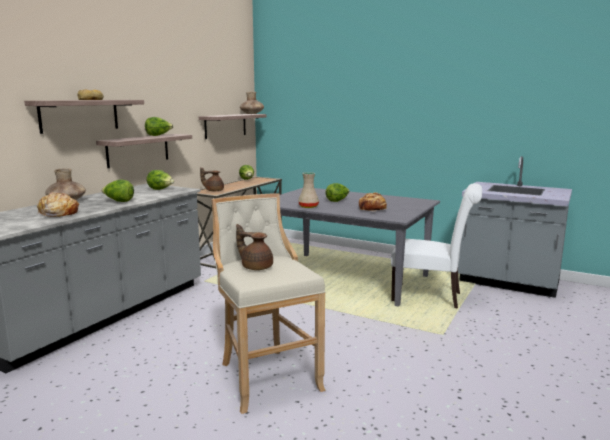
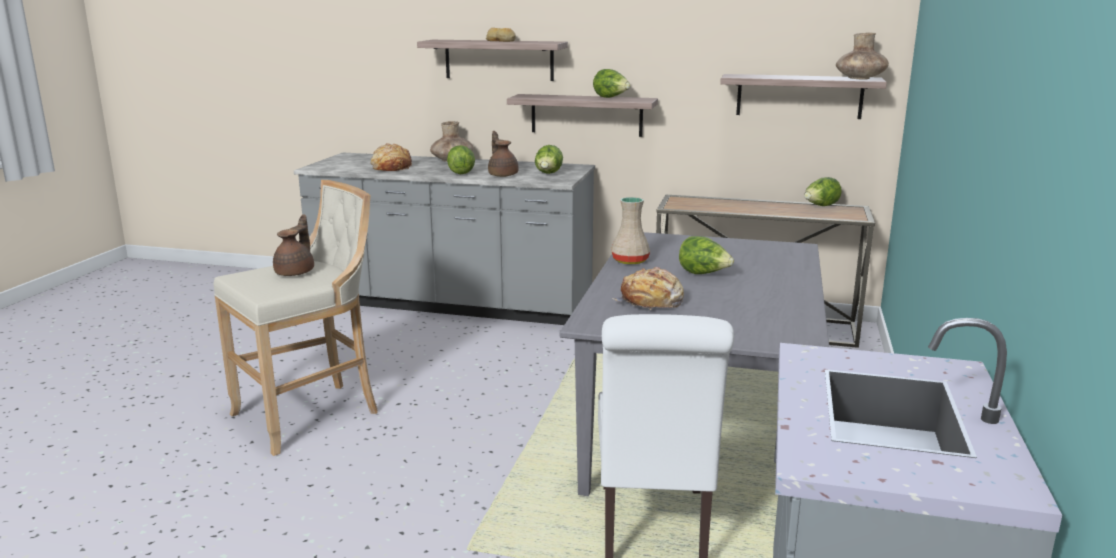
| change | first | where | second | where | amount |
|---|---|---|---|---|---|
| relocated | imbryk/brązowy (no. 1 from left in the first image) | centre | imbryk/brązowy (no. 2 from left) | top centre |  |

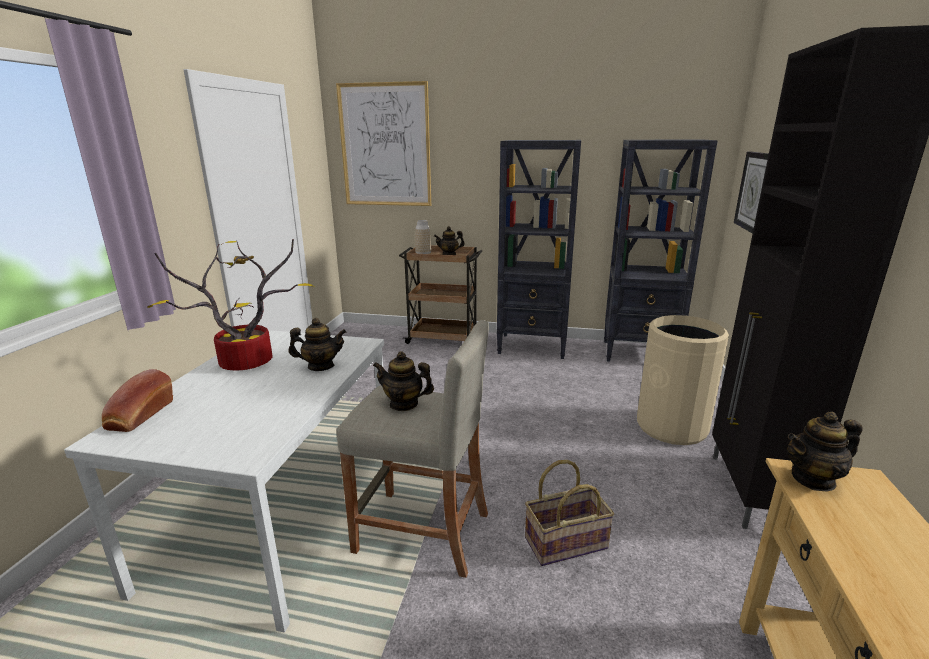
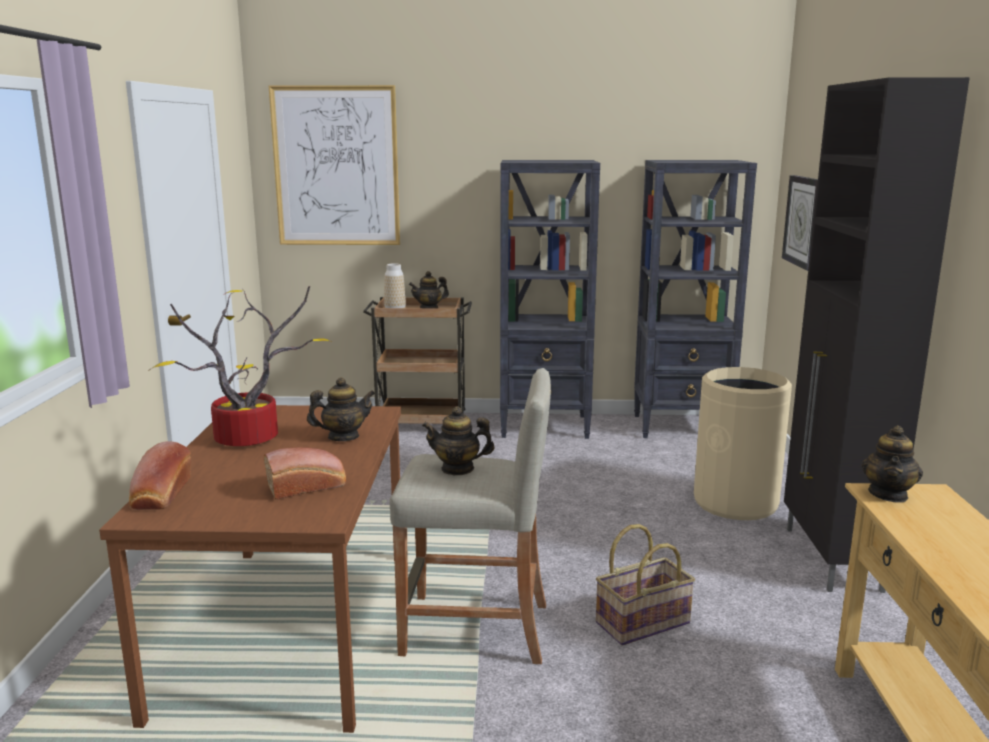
| change | first | where | second | where | amount |
|---|---|---|---|---|---|
| colour | stół jadalny/biały | bottom left | stół jadalny/brązowy | bottom left |  |
| spun | imbryk (no. 4 from left) | bottom right |  | middle right | 45 degrees counterclockwise |
| appeared |  |  | chleb (no. 2 from left) | middle left |  |

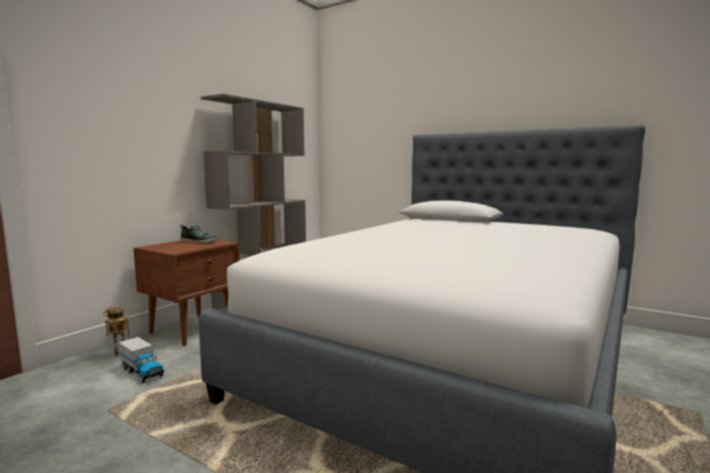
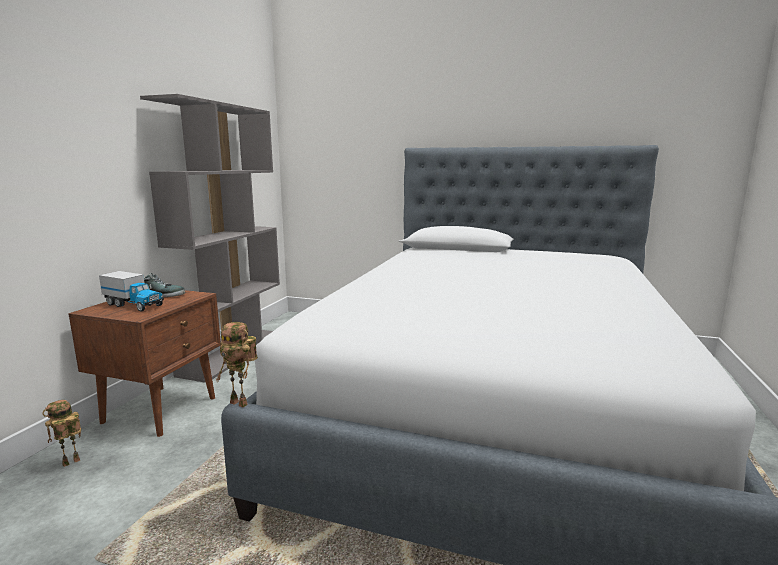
| change | first | where | second | where | amount |
|---|---|---|---|---|---|
| relocated | ciężarówka zabawkowa | bottom left |  | middle left |  |
| appeared |  |  | robot zabawkowy (no. 2 from left) | middle left |  |

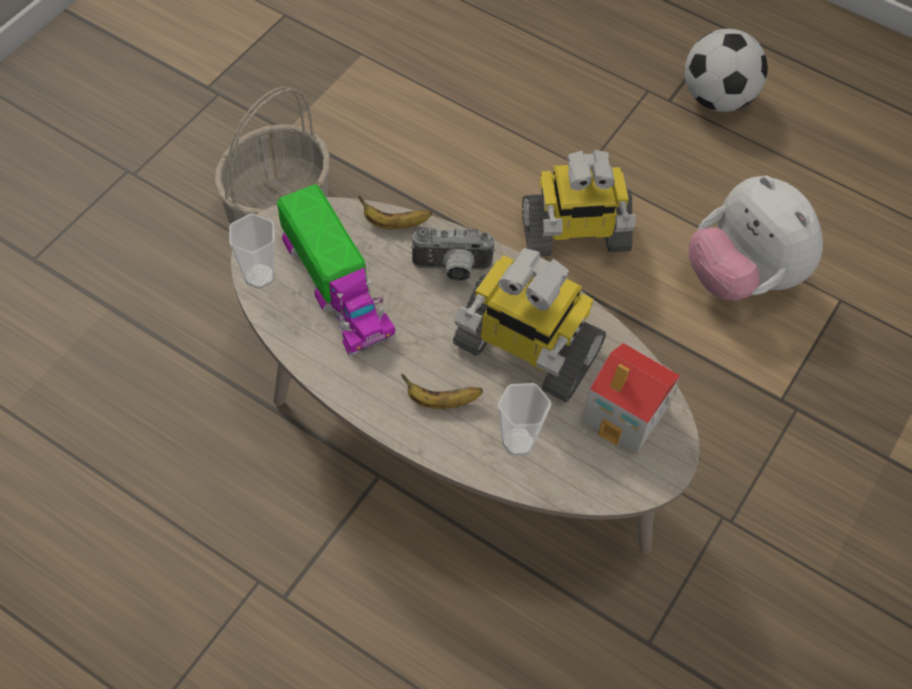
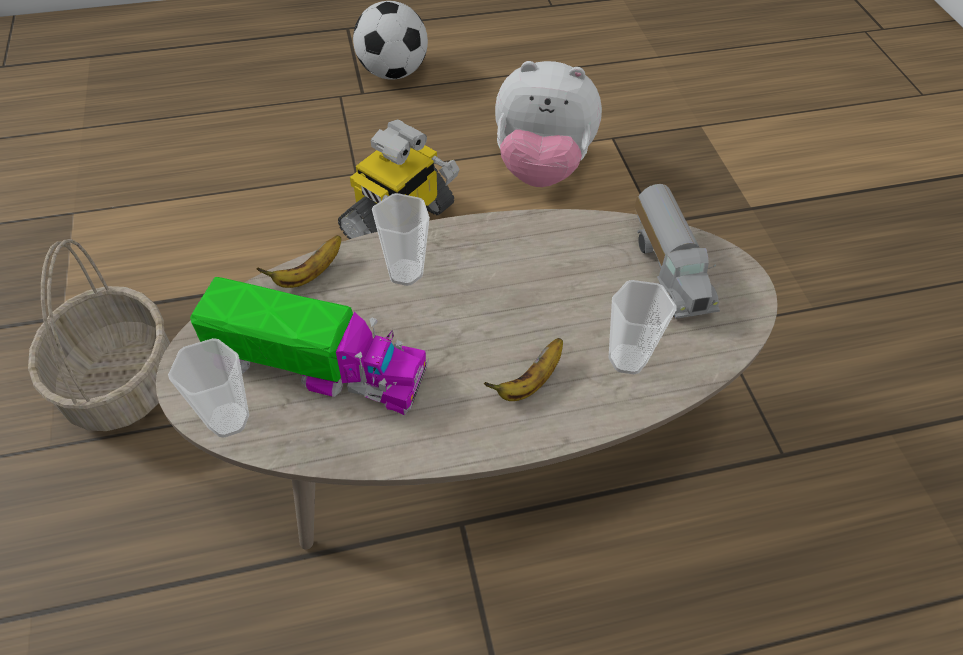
| change | first | where | second | where | amount |
|---|---|---|---|---|---|
| exchanged | aparat fotograficzny | centre | filiżanka (no. 2 from left) | centre |  |
| missing | robot zabawkowy (no. 1 from left) | centre |  |  |  |
| exchanged | domek | middle right | ciężarówka zabawkowa (no. 2 from left) | middle right |  |

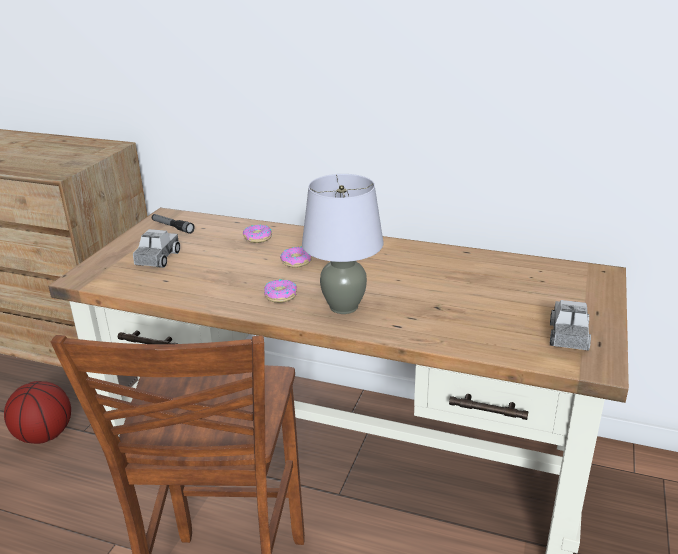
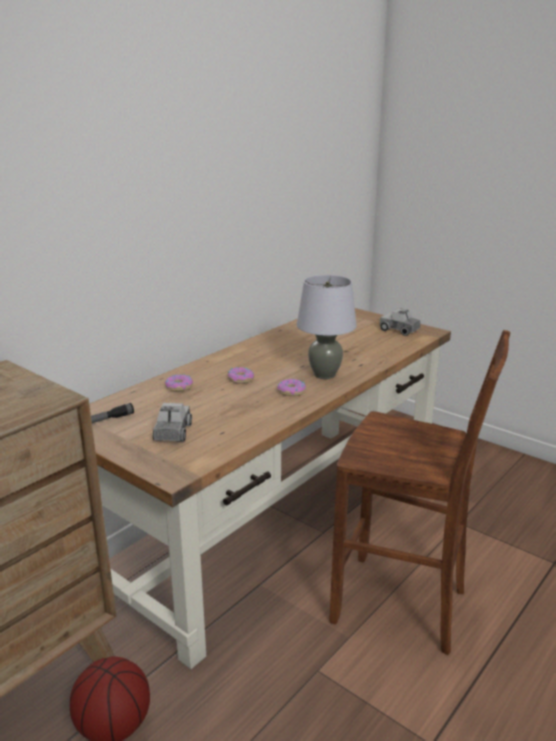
| change | first | where | second | where | amount |
|---|---|---|---|---|---|
| spun | ciężarówka zabawkowa (no. 1 from left) | middle left |  | middle left | 60 degrees clockwise |

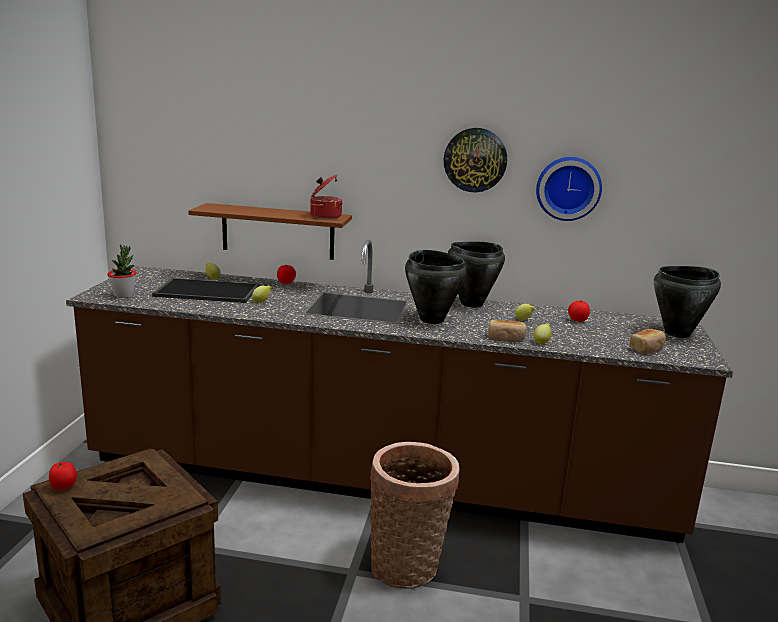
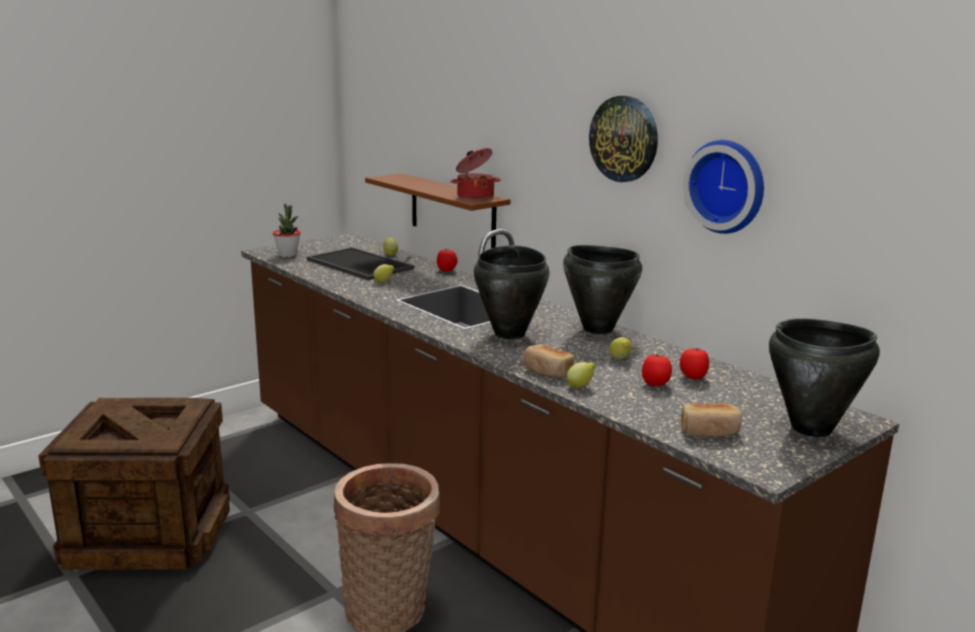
| change | first | where | second | where | amount |
|---|---|---|---|---|---|
| relocated | pomidor (no. 1 from left in the first image) | bottom left | pomidor (no. 2 from left) | middle right |  |

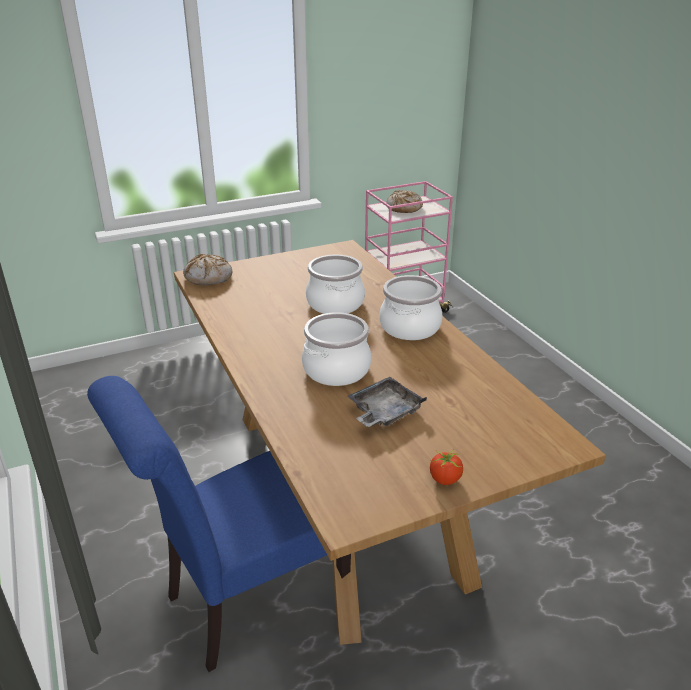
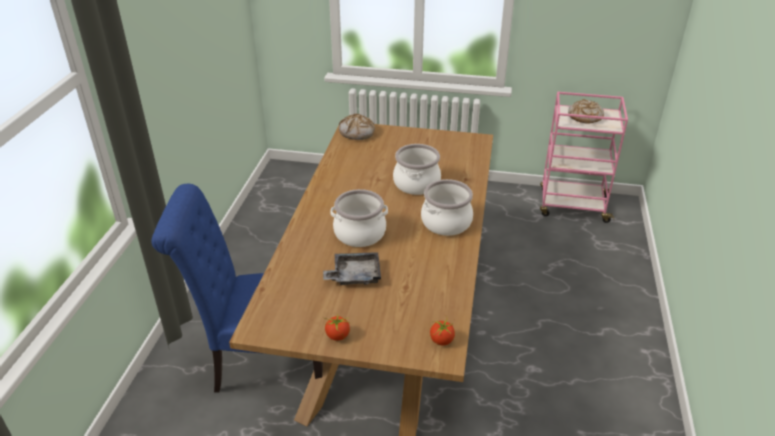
| change | first | where | second | where | amount |
|---|---|---|---|---|---|
| appeared |  |  | pomidor (no. 2 from left) | bottom centre |  |

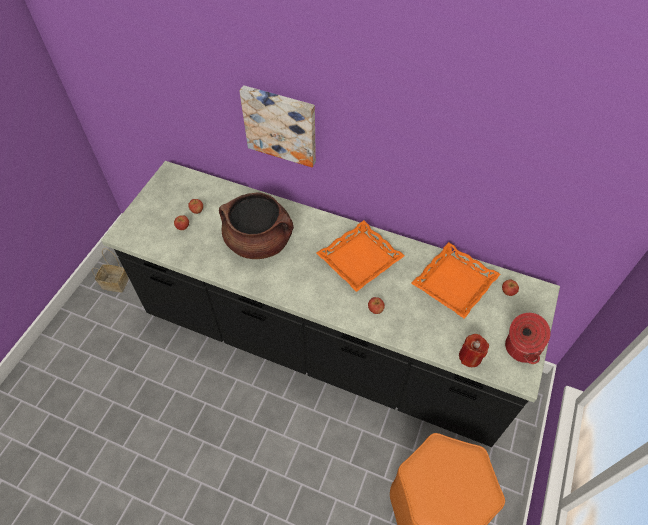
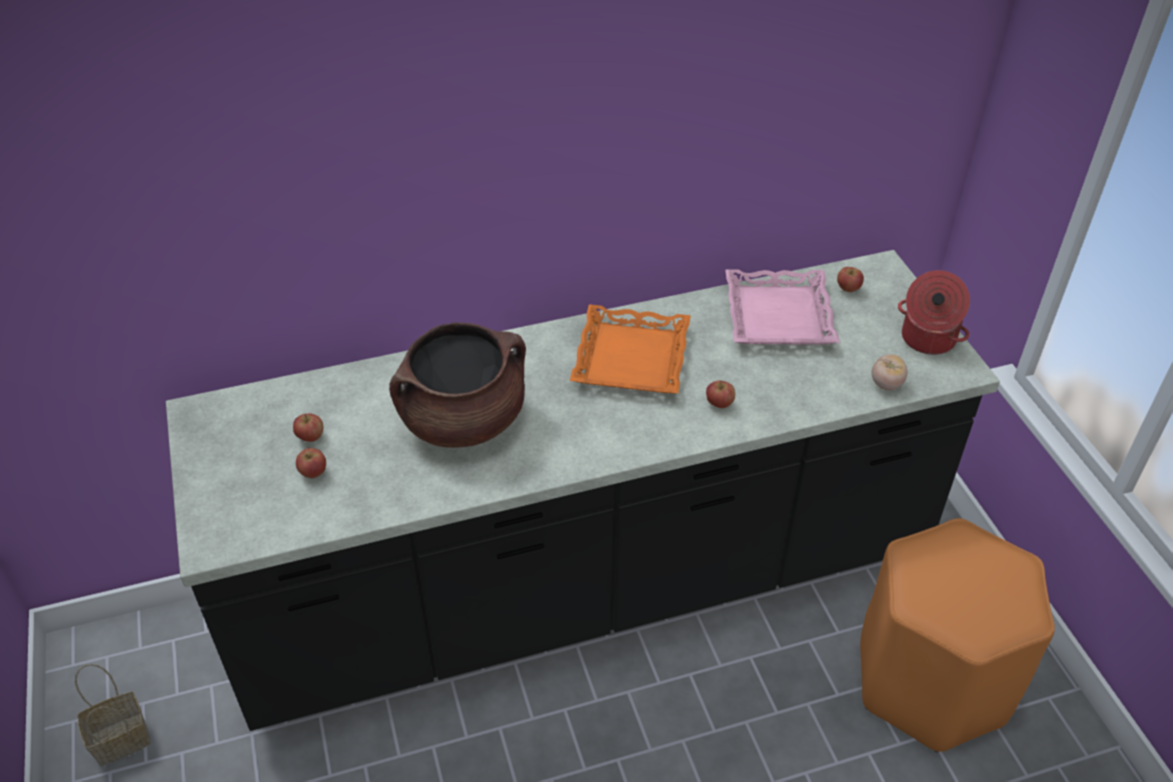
| change | first | where | second | where | amount |
|---|---|---|---|---|---|
| missing | obraz | top centre |  |  |  |
| colour | taca/pomarańczowy (no. 2 from left) | middle right | taca/różowy | middle right |  |
| exchanged | świeca/czerwony | bottom right | pomidor | middle right |  |

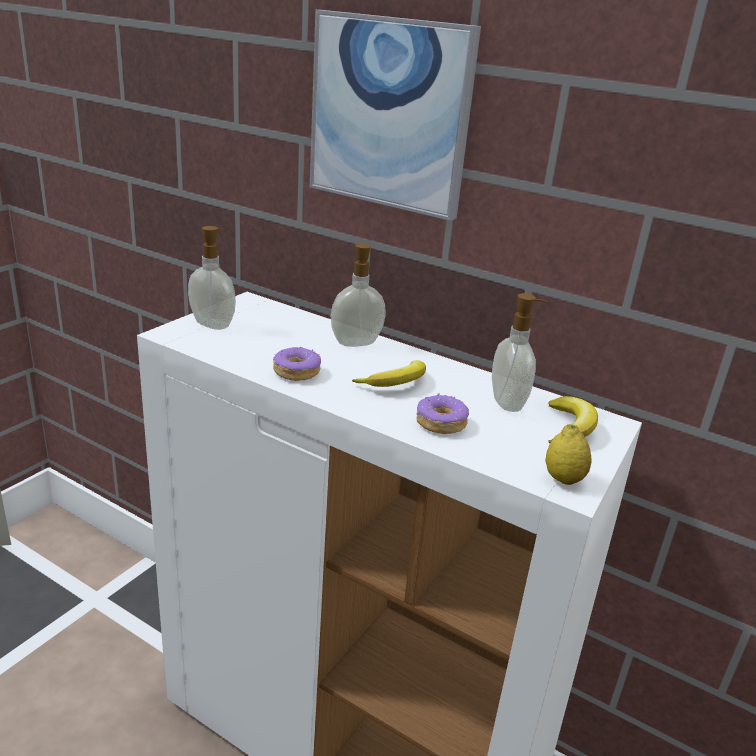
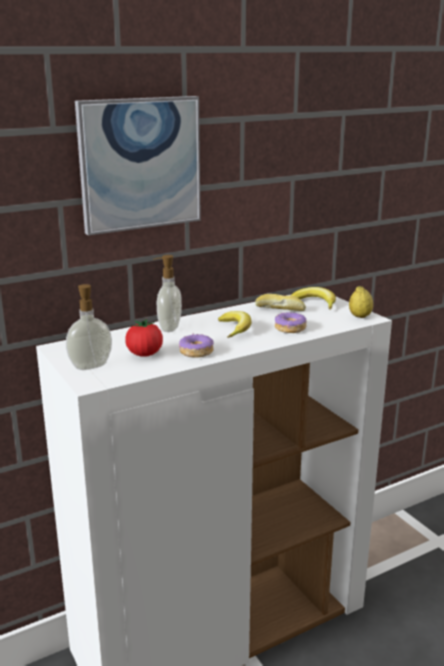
| change | first | where | second | where | amount |
|---|---|---|---|---|---|
| exchanged | dozownik mydła (no. 3 from left) | middle right | chleb | centre |  |
| appeared |  |  | pomidor | middle left |  |

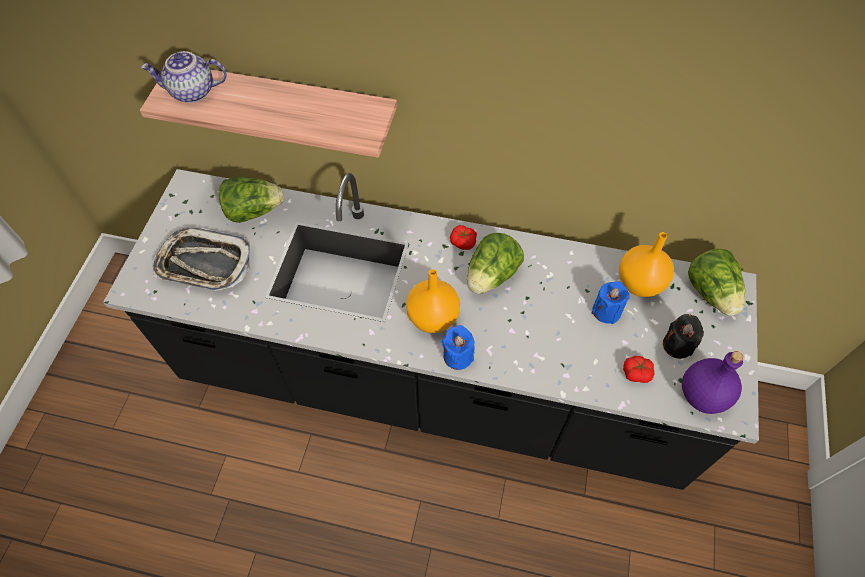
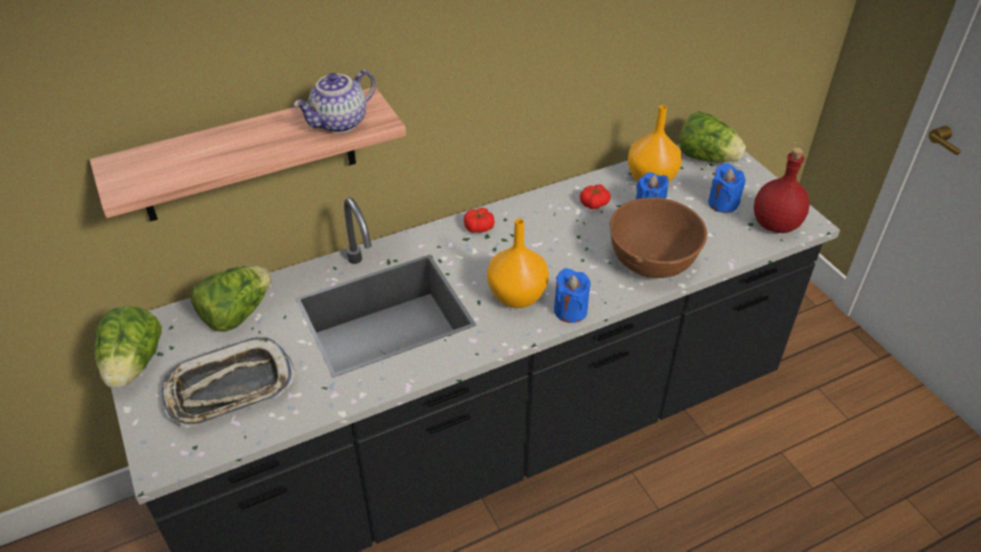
| change | first | where | second | where | amount |
|---|---|---|---|---|---|
| relocated | imbryk | top left |  | top centre |  |
| relocated | sałata (no. 2 from left in the first image) | centre | sałata (no. 1 from left) | middle left |  |
| relocated | pomidor (no. 2 from left) | middle right |  | centre |  |
| colour | świeca/czarny | middle right | świeca/niebieski (no. 3 from left) | middle right |  |
| colour | butelka/fioletowy | middle right | butelka/czerwony | middle right |  |
| appeared |  |  | miska/brązowy | middle right |  |

